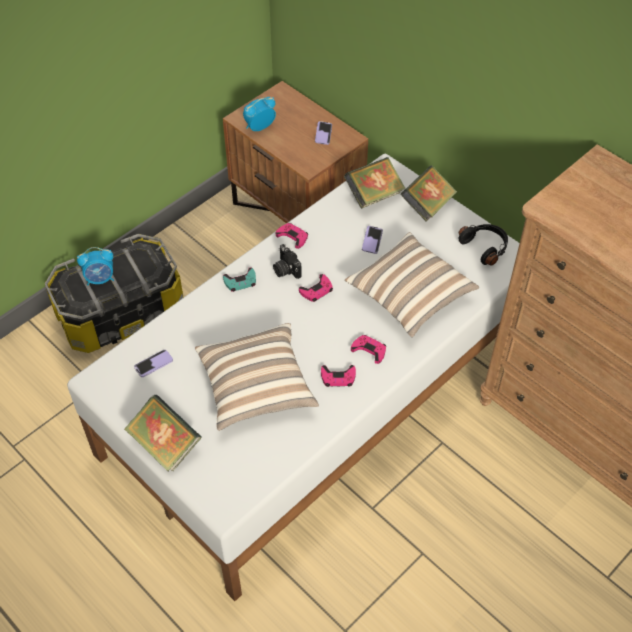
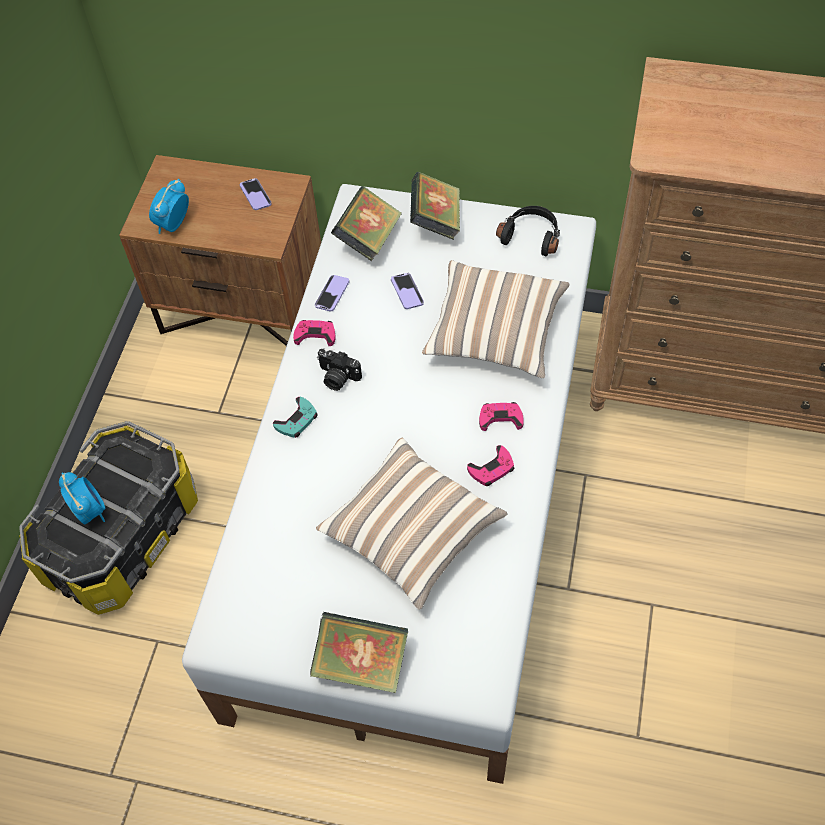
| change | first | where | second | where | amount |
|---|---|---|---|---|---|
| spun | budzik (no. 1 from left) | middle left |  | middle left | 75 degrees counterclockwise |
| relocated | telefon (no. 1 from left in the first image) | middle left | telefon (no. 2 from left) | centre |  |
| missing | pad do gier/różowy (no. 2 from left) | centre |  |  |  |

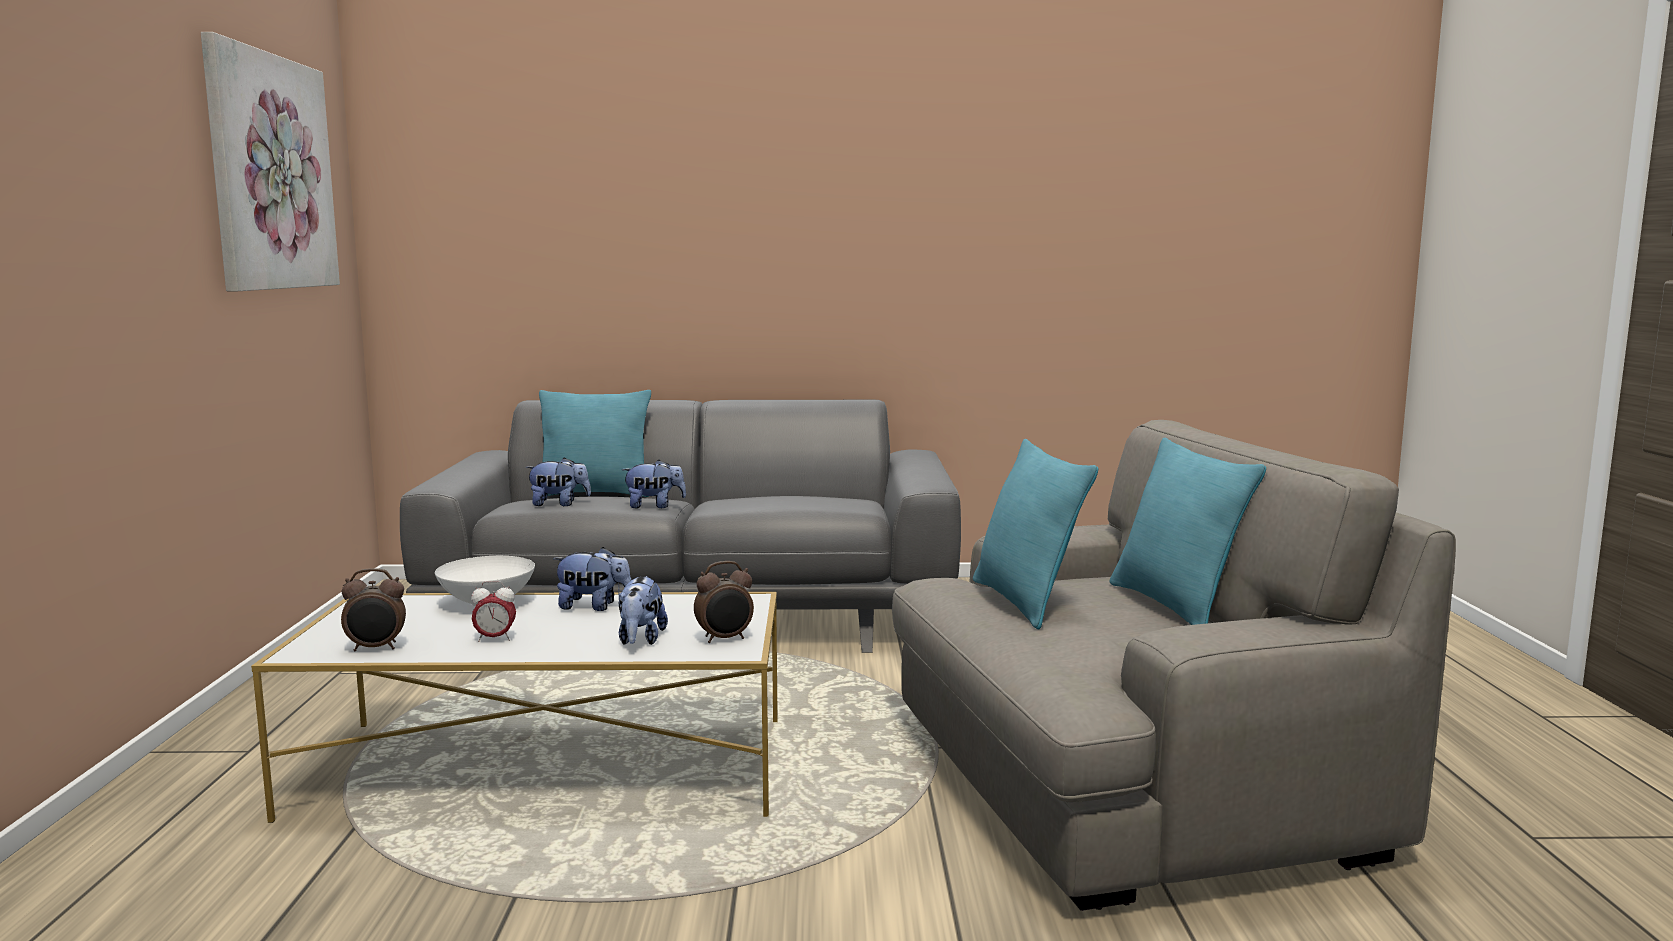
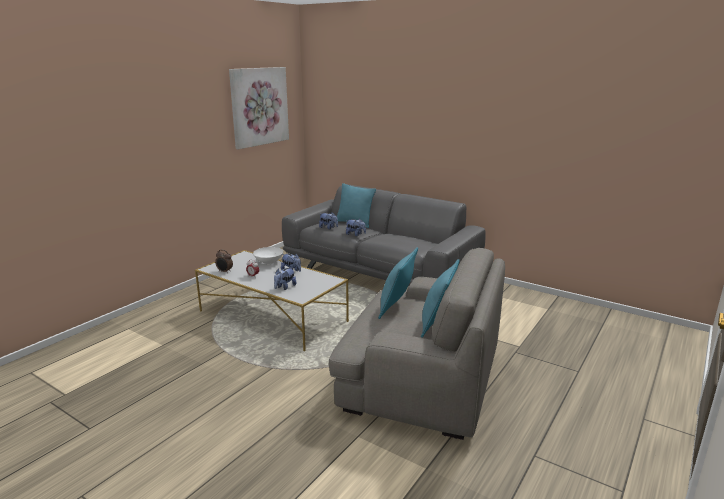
| change | first | where | second | where | amount |
|---|---|---|---|---|---|
| missing | budzik (no. 3 from left) | centre |  |  |  |

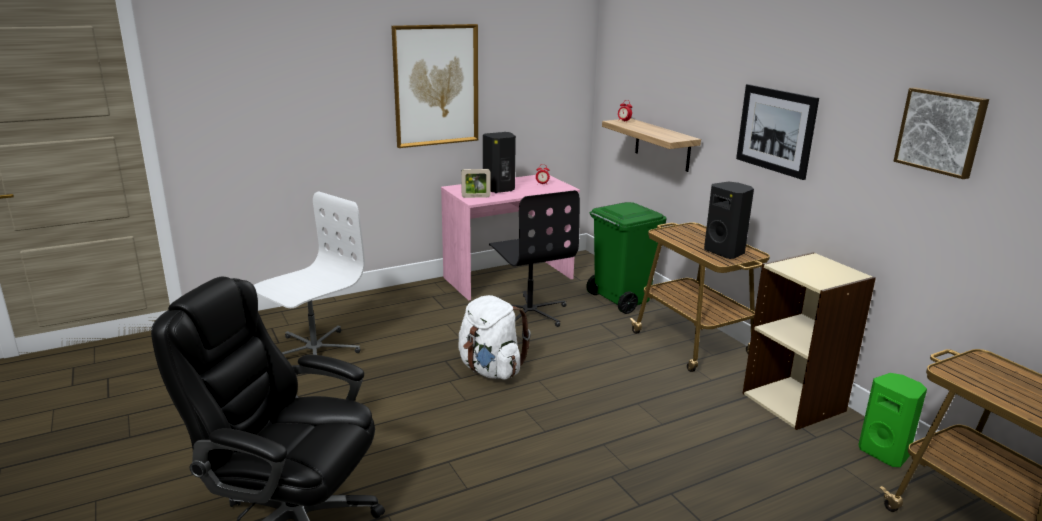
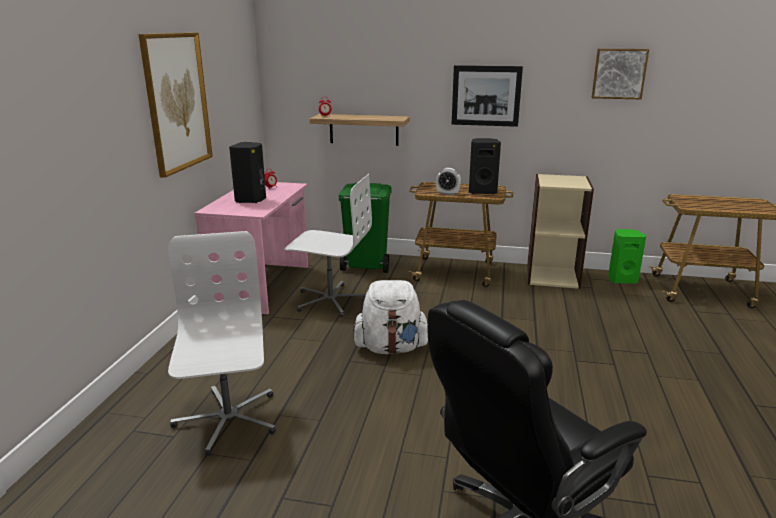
| change | first | where | second | where | amount |
|---|---|---|---|---|---|
| missing | ramka na zdjęcie | centre |  |  |  |
| colour | krzesło biurowe/czarny (no. 2 from left) | centre | krzesło biurowe/biały (no. 2 from left) | centre |  |
| appeared |  |  | budzik (no. 3 from left) | centre |  |

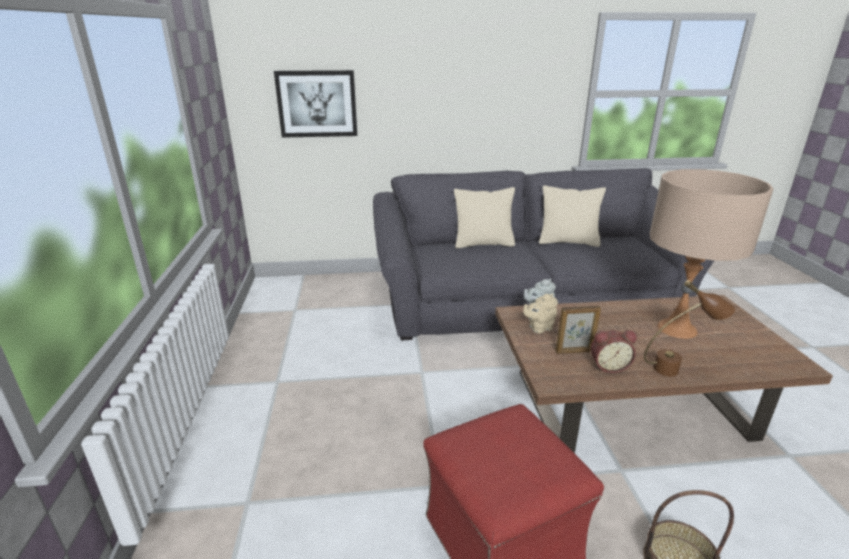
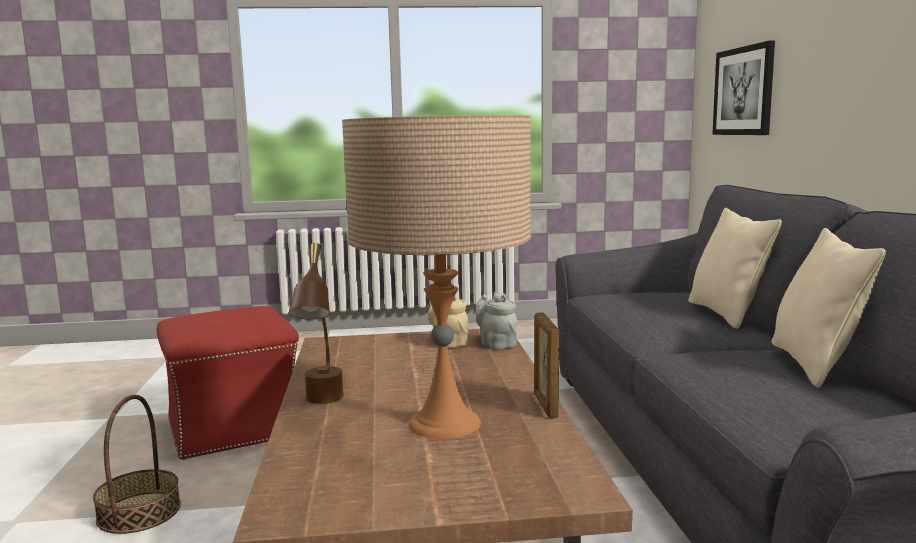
| change | first | where | second | where | amount |
|---|---|---|---|---|---|
| relocated | ramka na zdjęcie | middle right |  | bottom centre |  |
| missing | budzik | middle right |  |  |  |

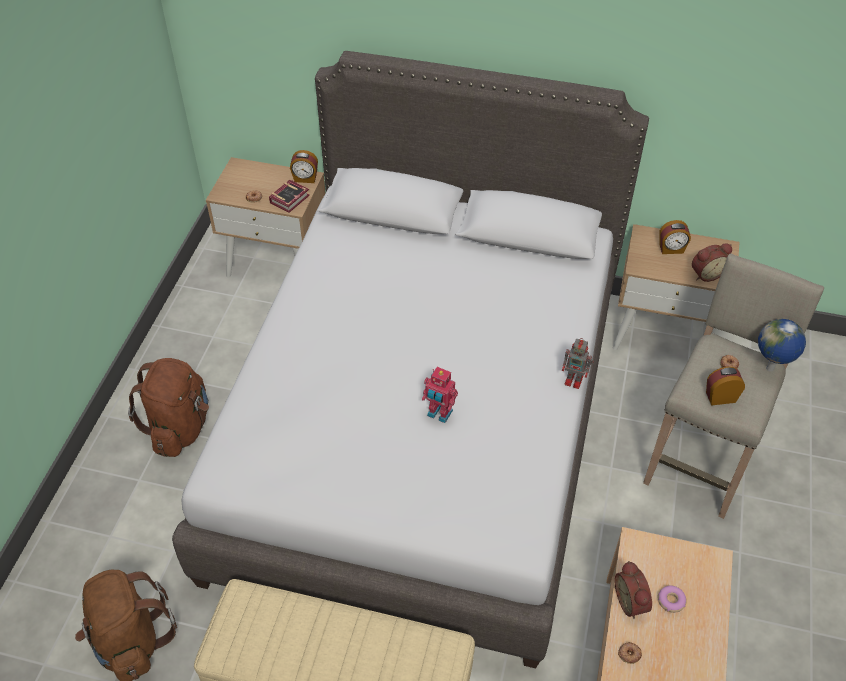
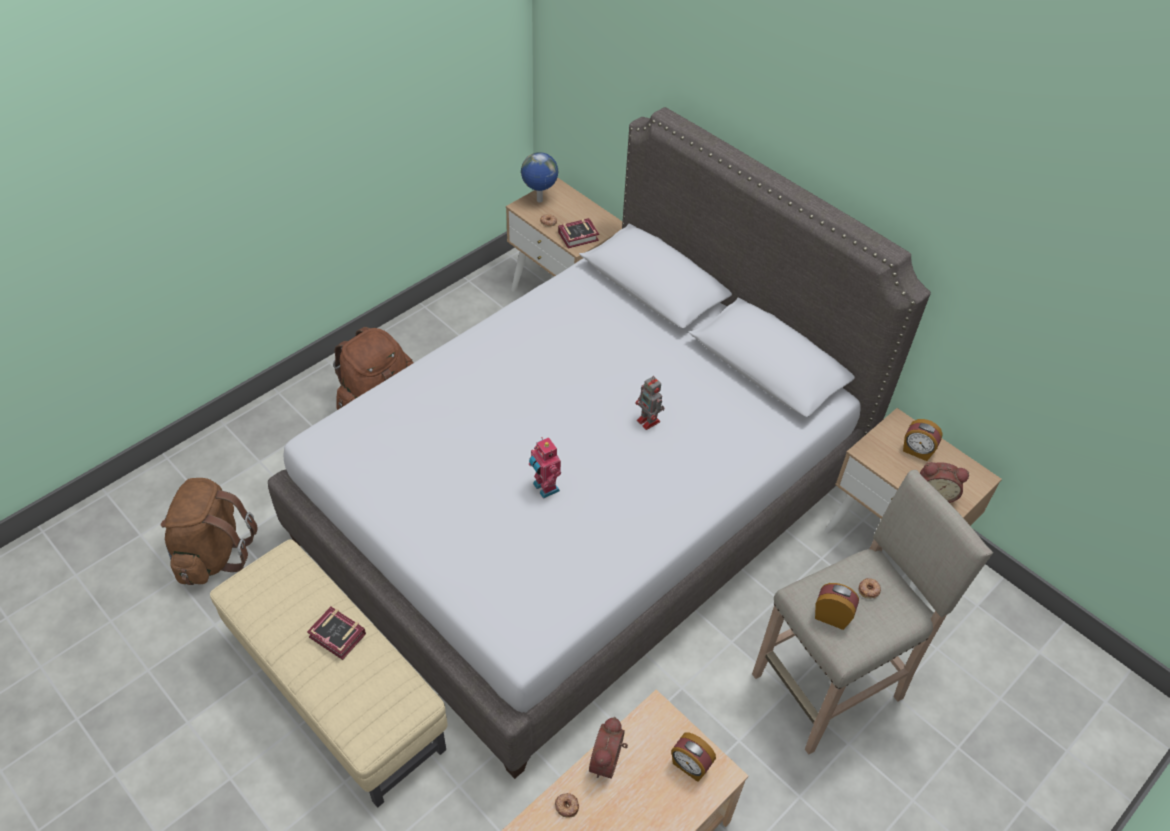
| change | first | where | second | where | amount |
|---|---|---|---|---|---|
| relocated | budzik (no. 1 from left in the first image) | top centre | budzik (no. 2 from left) | bottom centre |  |
| relocated | robot zabawkowy (no. 2 from left) | middle right |  | centre |  |
| missing | donut (no. 3 from left) | bottom right |  |  |  |
| relocated | globus | middle right |  | top centre |  |
| appeared |  |  | książka (no. 1 from left) | bottom left |  |

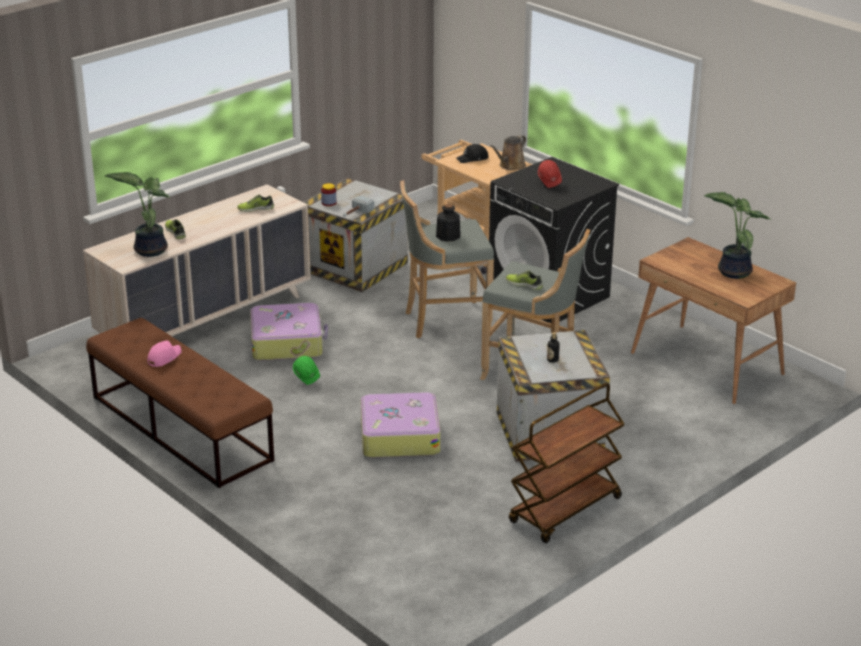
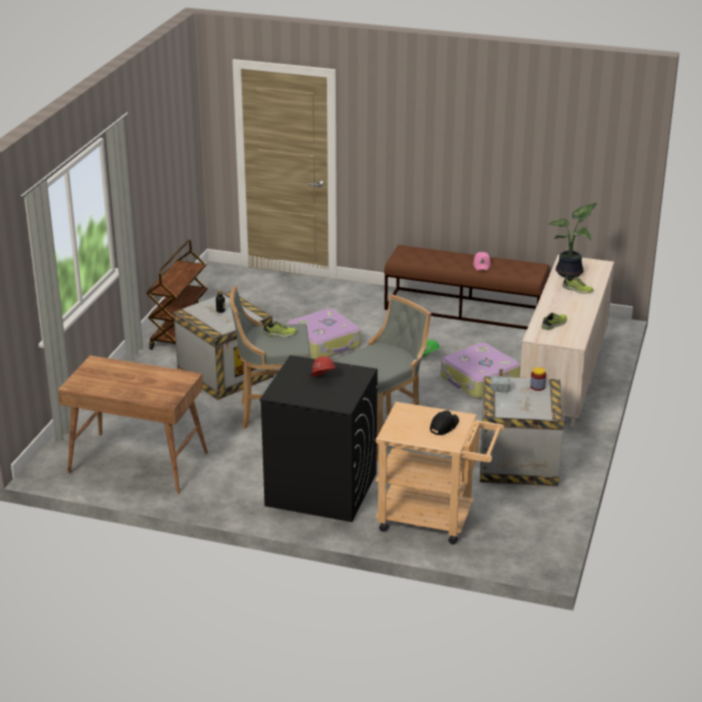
| change | first | where | second | where | amount |
|---|---|---|---|---|---|
| missing | butelka (no. 1 from left) | centre |  |  |  |
| missing | konewka/brązowy | top centre |  |  |  |
| missing | roślina doniczkowa (no. 2 from left) | middle right |  |  |  |

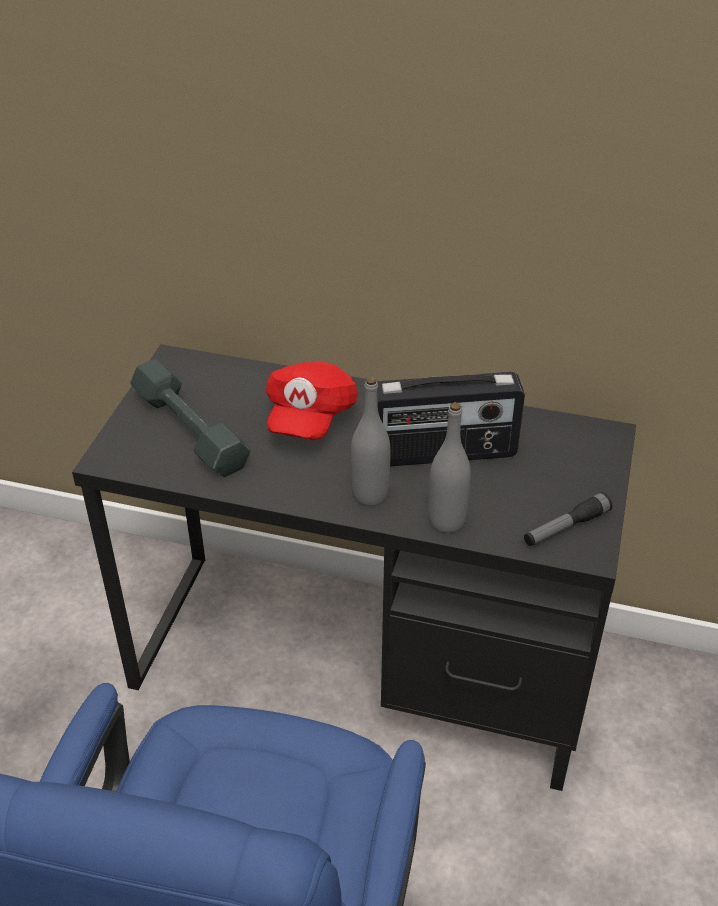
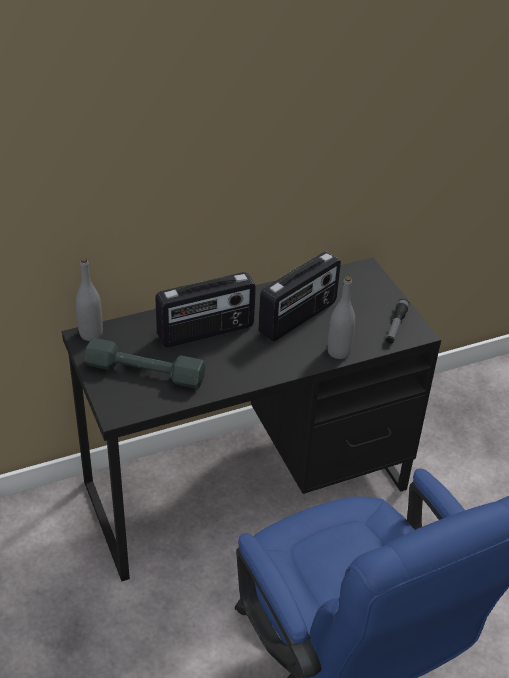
| change | first | where | second | where | amount |
|---|---|---|---|---|---|
| exchanged | czapka z daszkiem/czerwony | centre | radio (no. 1 from left) | centre |  |
| relocated | butelka/szary (no. 1 from left) | centre |  | middle left |  |

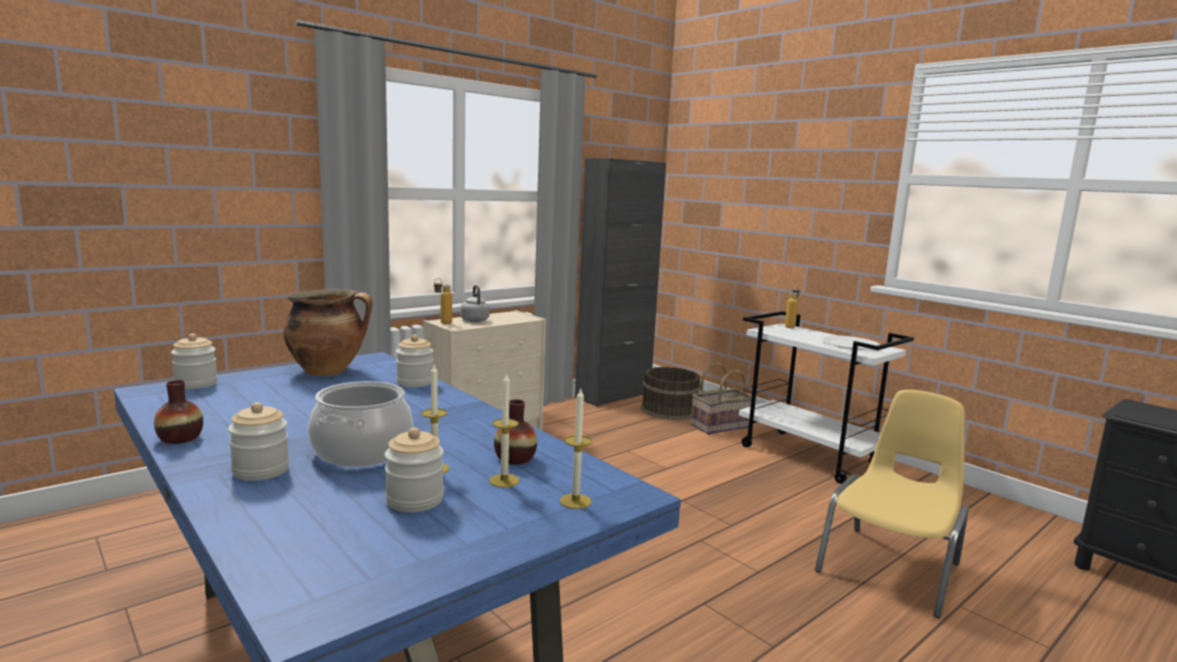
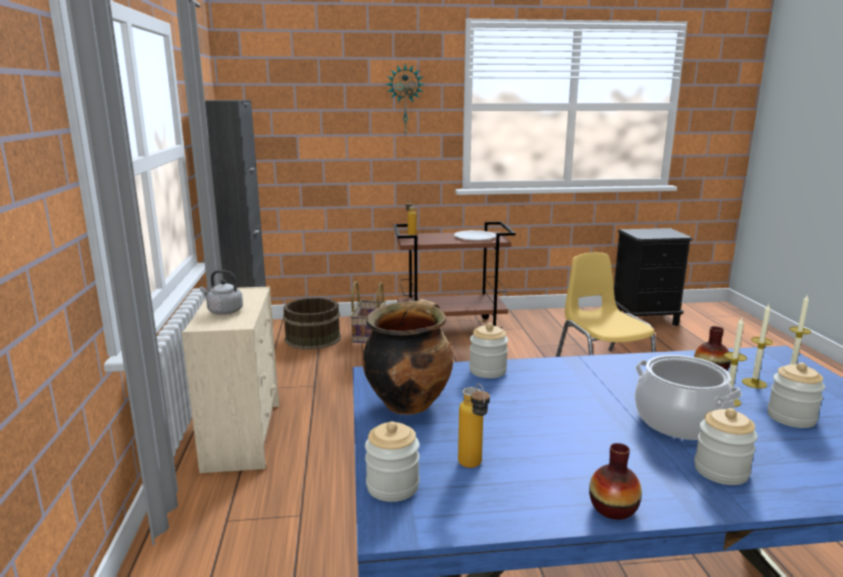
| change | first | where | second | where | amount |
|---|---|---|---|---|---|
| relocated | butelka (no. 1 from left in the first image) | centre | butelka (no. 2 from left) | bottom centre |  |
| colour | wózek/biały | middle right | wózek/brązowy | centre |  |
| appeared |  |  | zegar ścienny | top centre |  |

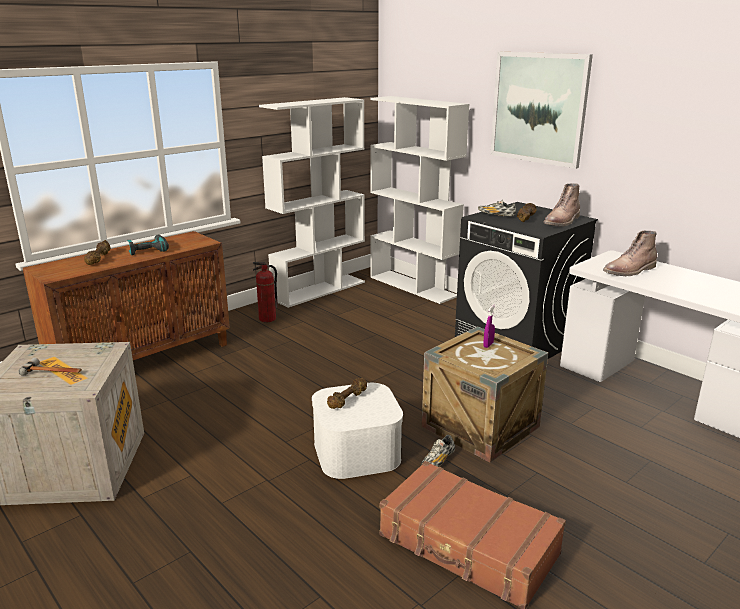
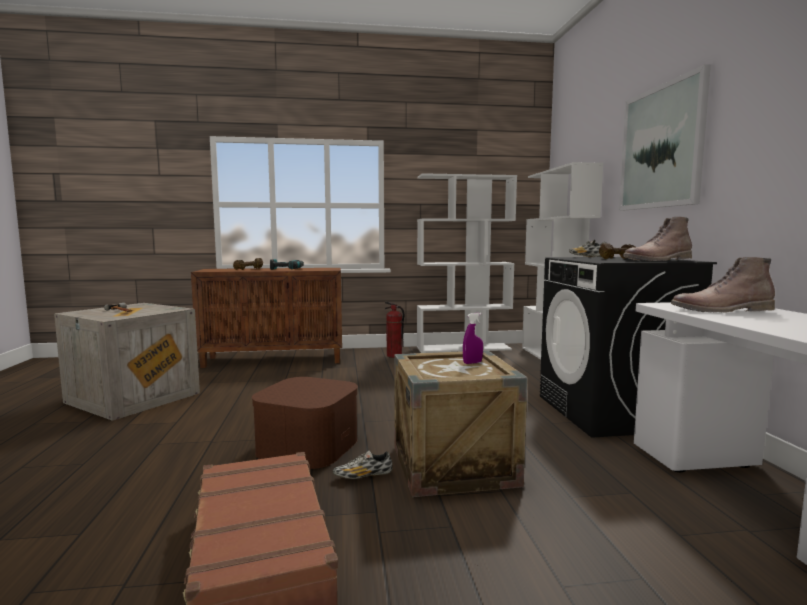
| change | first | where | second | where | amount |
|---|---|---|---|---|---|
| colour | pojemnik do przechowywania/biały | bottom centre | pojemnik do przechowywania/brązowy | bottom centre |  |
| missing | hantel/brązowy (no. 2 from left) | centre |  |  |  |

